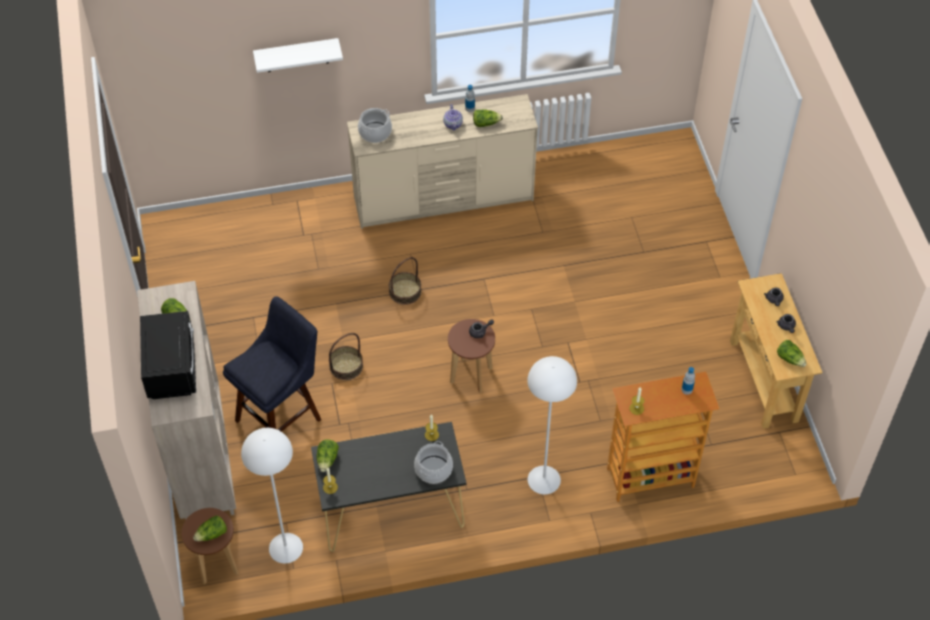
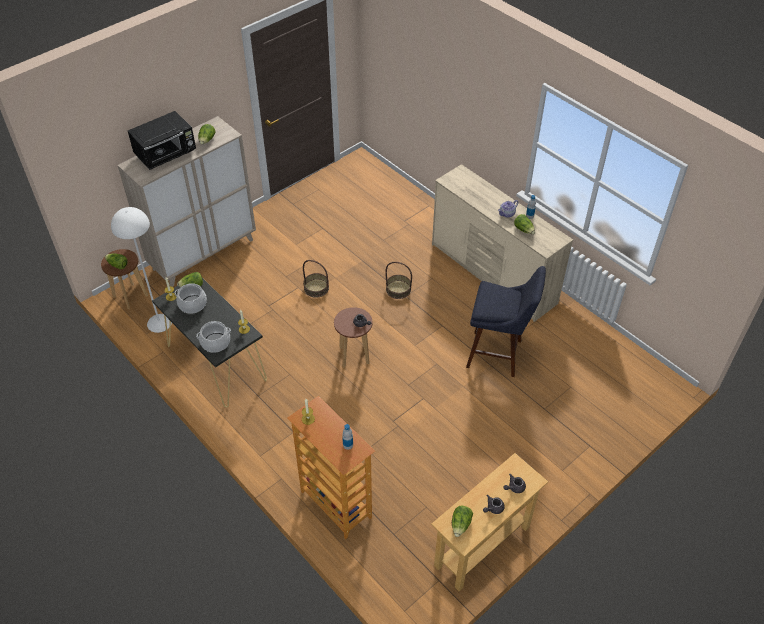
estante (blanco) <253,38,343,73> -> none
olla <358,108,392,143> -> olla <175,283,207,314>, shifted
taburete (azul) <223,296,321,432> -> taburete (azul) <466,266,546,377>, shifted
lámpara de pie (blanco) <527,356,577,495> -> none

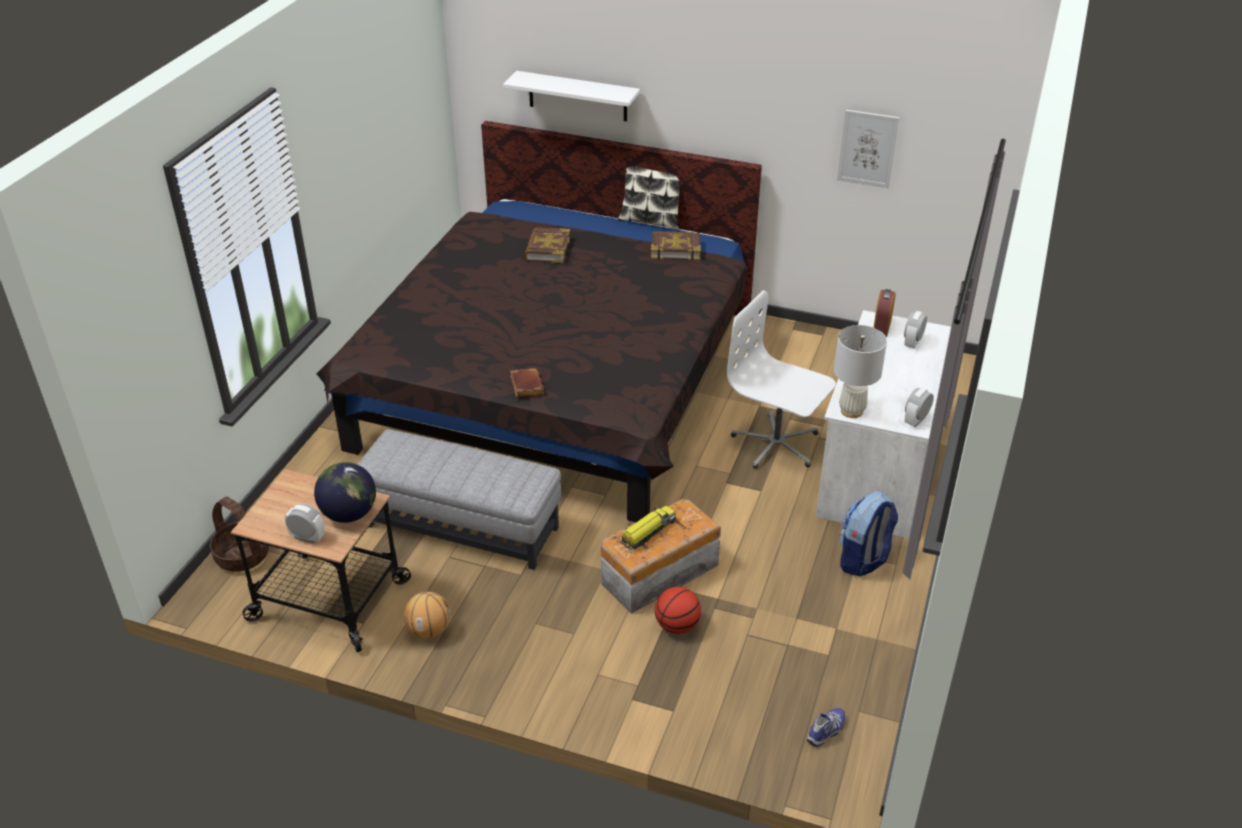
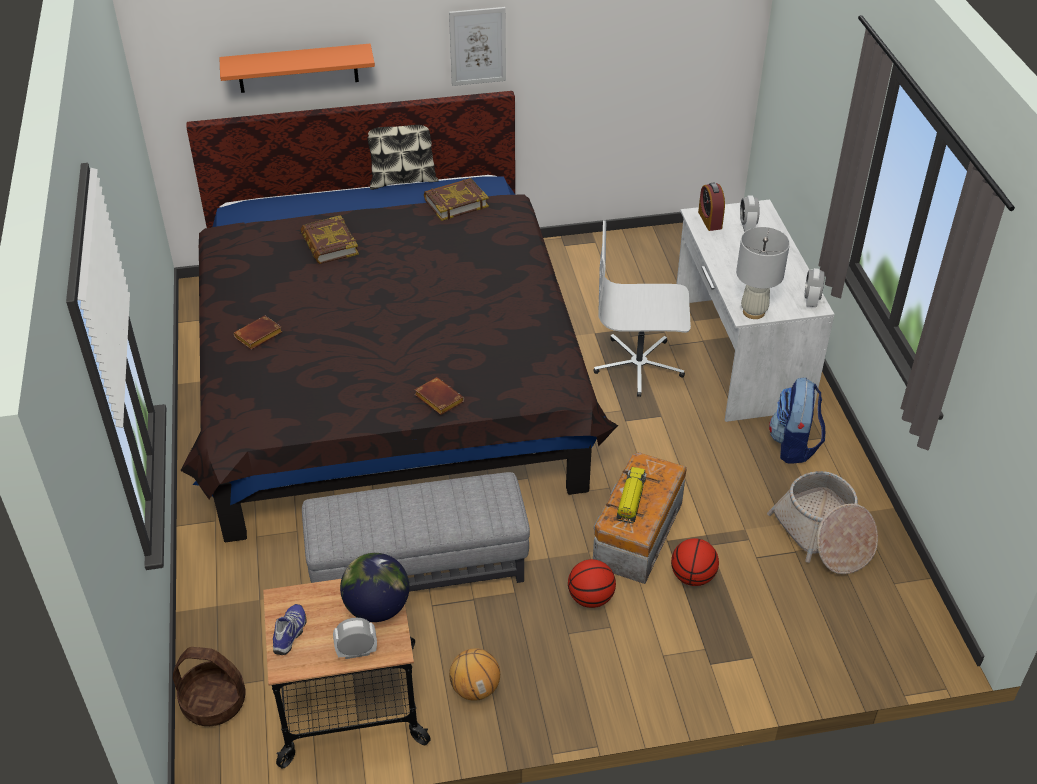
estante (blanco) <503,71,640,121> -> estante (naranja) <219,44,375,93>
cuadro <837,110,899,188> -> cuadro <449,7,506,86>, shifted
zapato <807,708,845,747> -> zapato <273,604,307,655>, shifted
none -> libro (marrón) <234,315,282,350>
none -> cesta <767,471,878,574>
none -> balón de baloncesto <568,559,616,608>

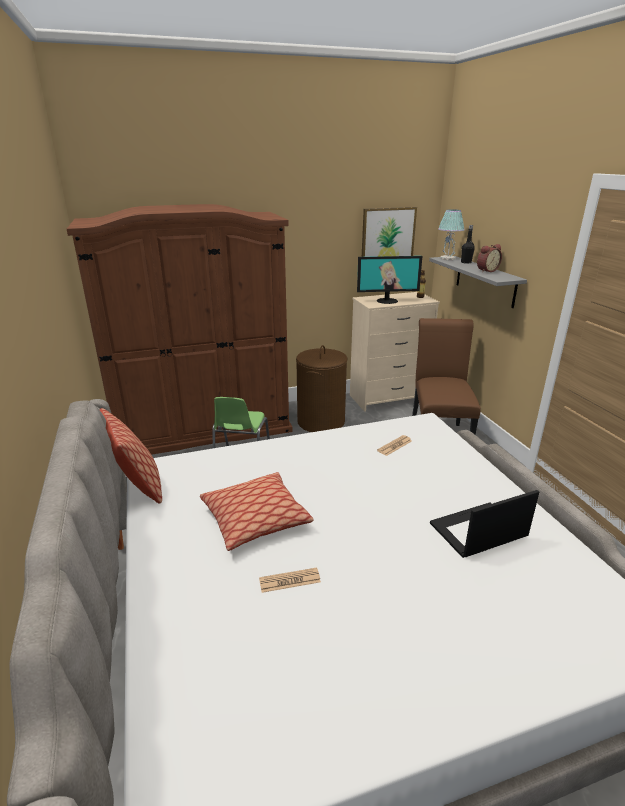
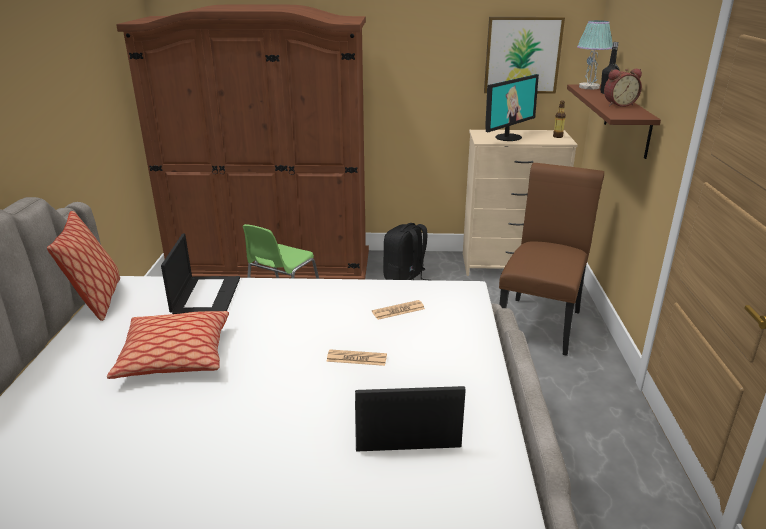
monitor <357,256,422,304> -> monitor <485,74,539,141>, 60 degrees counterclockwise
estante (gris) <429,256,527,308> -> estante (marrón) <567,84,661,159>
cesto de la ropa (marrón) <296,345,348,432> -> mochila (negro) <383,223,427,280>
periódico <259,568,321,593> -> periódico <326,349,387,366>, shifted
none -> portátil <161,234,240,314>

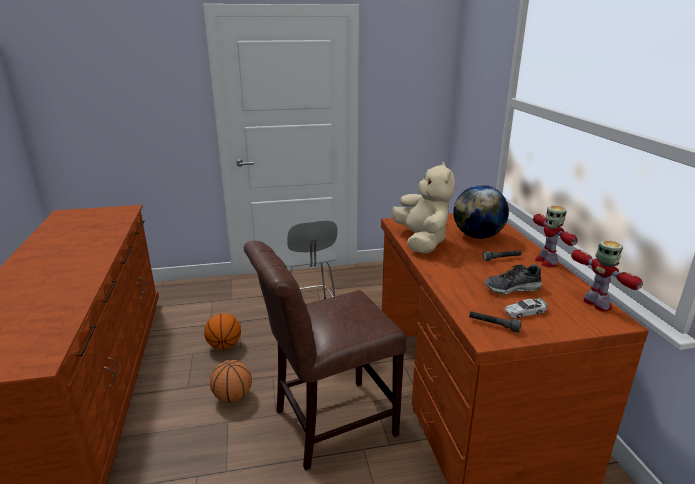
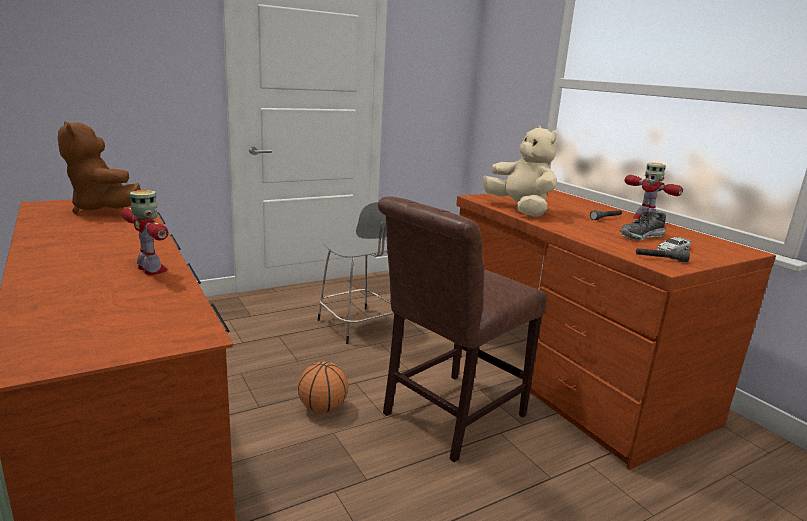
globo terráqueo <453,185,509,239> -> none
robot de juguete <571,240,643,312> -> robot de juguete <122,190,168,275>, shifted
balón de baloncesto <204,313,241,350> -> none
none -> peluche (marrón) <58,121,141,214>

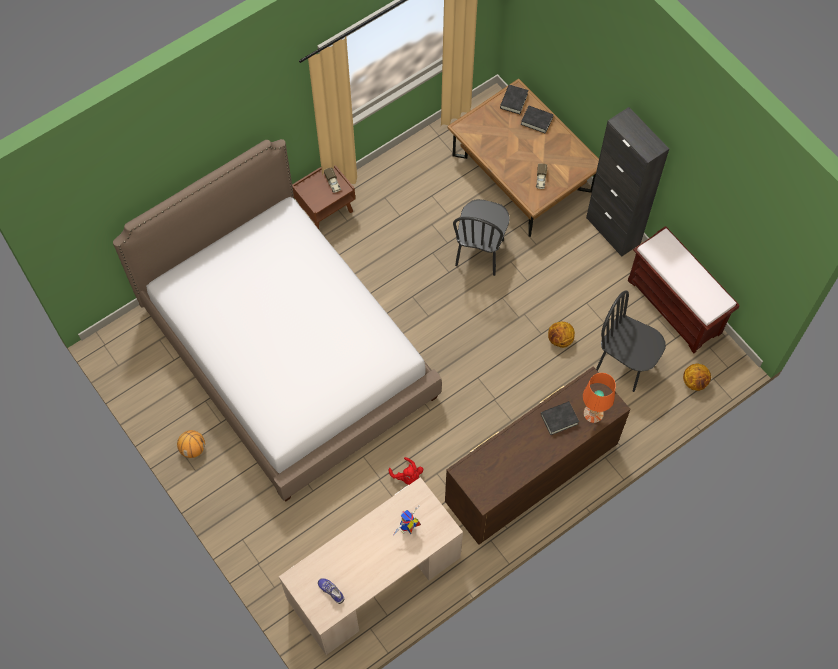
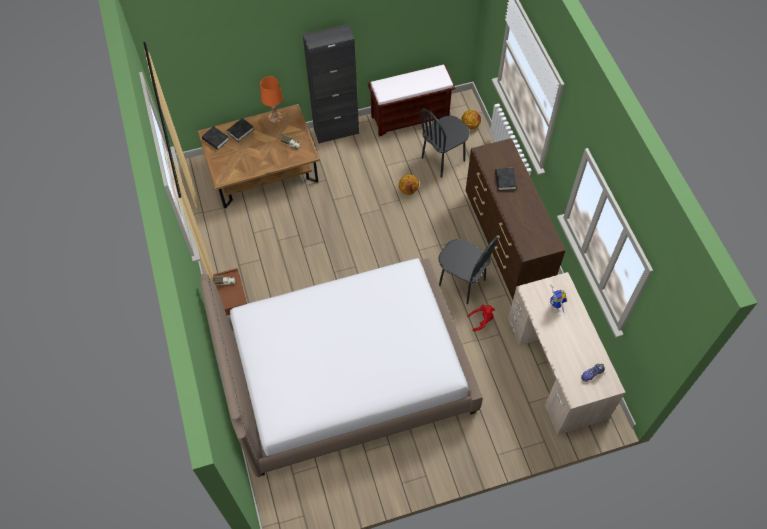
silla (negro) <453,199,510,276> -> silla (negro) <438,237,498,304>, shifted
lámpara de mesa (naranja) <583,373,616,423> -> lámpara de mesa (naranja) <260,76,283,123>, shifted
balón de baloncesto <177,430,205,458> -> none

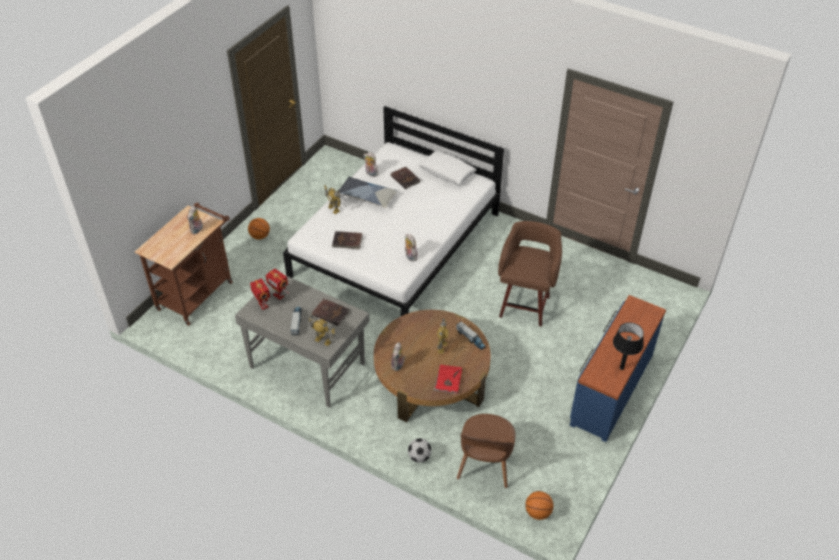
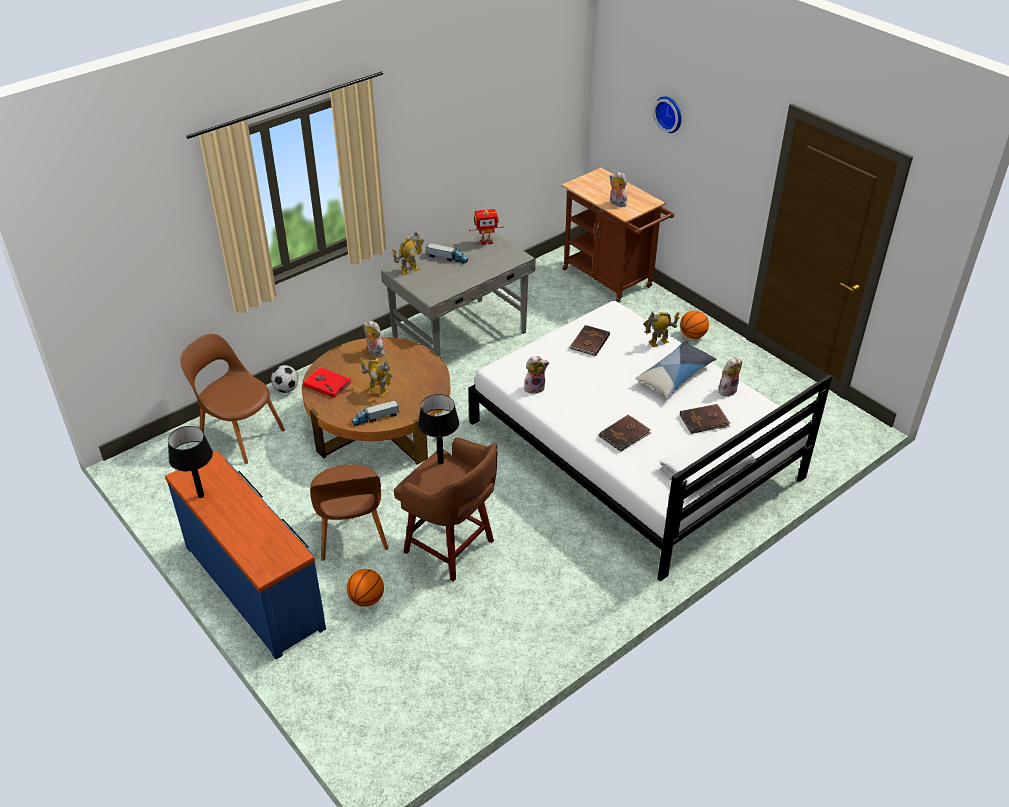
robot de juguete <266,268,289,300> -> none
libro (marrón) <312,298,350,326> -> libro (marrón) <599,415,651,452>, shifted
balón de baloncesto <525,491,554,520> -> balón de baloncesto <347,569,384,607>, shifted
none -> reloj de pared <653,96,682,133>
none -> lámpara de mesa (negro) <418,394,459,464>
none -> silla (marrón) <310,464,388,561>

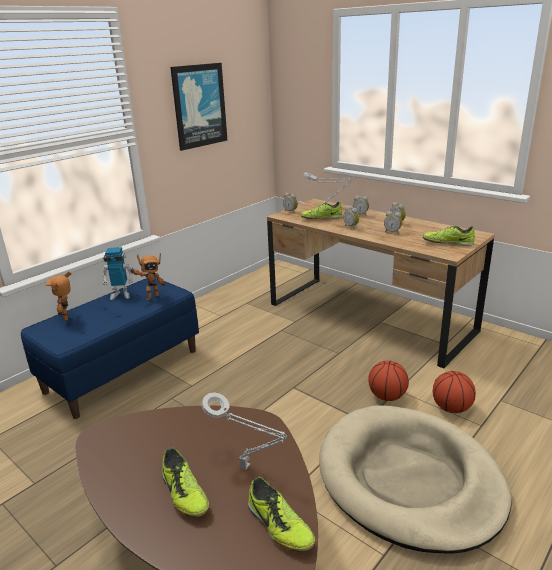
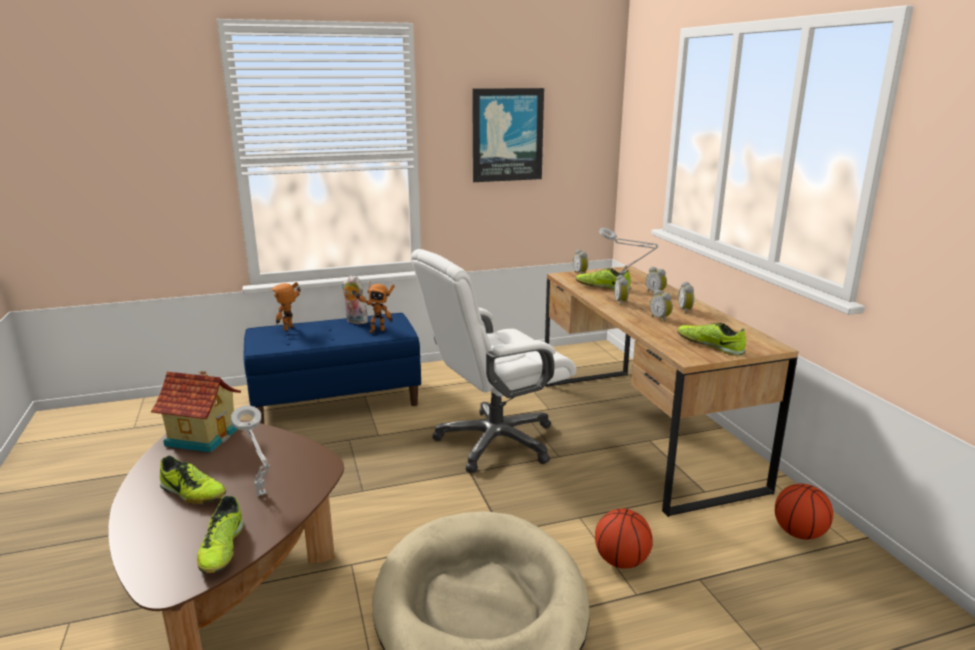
robot de juguete <103,247,133,300> -> peluche <342,276,368,324>
balón de baloncesto <368,361,409,401> -> balón de baloncesto <775,484,833,540>, shifted
zapato <162,448,209,518> -> zapato <160,455,226,503>, 60 degrees counterclockwise
none -> silla de oficina (blanco) <411,249,576,473>
none -> casita <151,371,241,453>

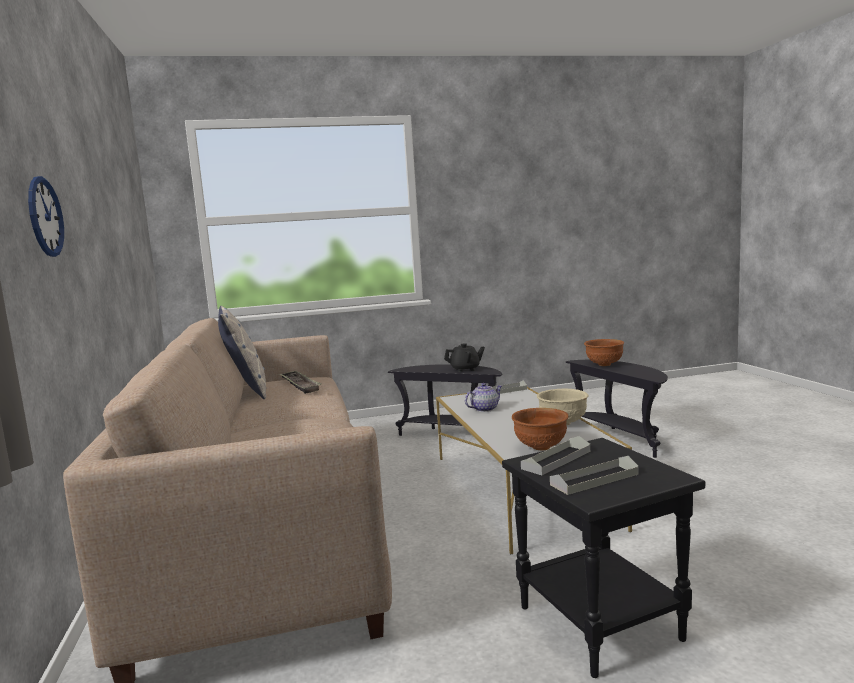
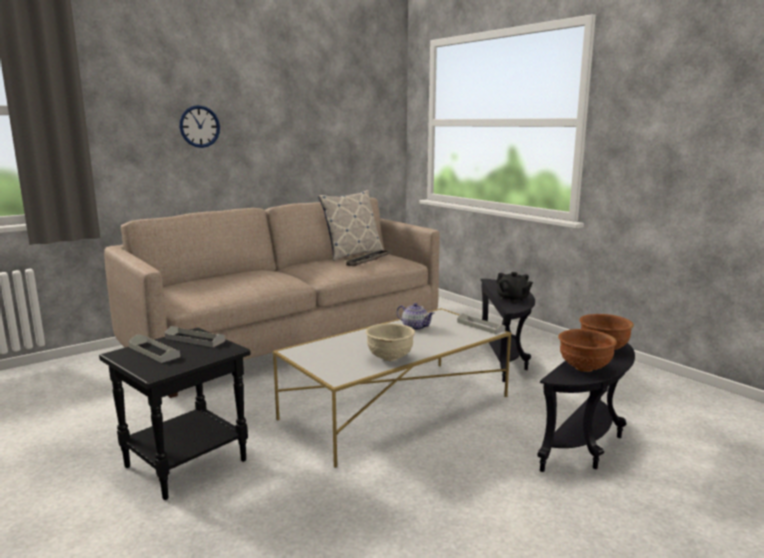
cuenco (marrón) <512,408,569,450> -> cuenco (marrón) <558,329,617,372>, shifted

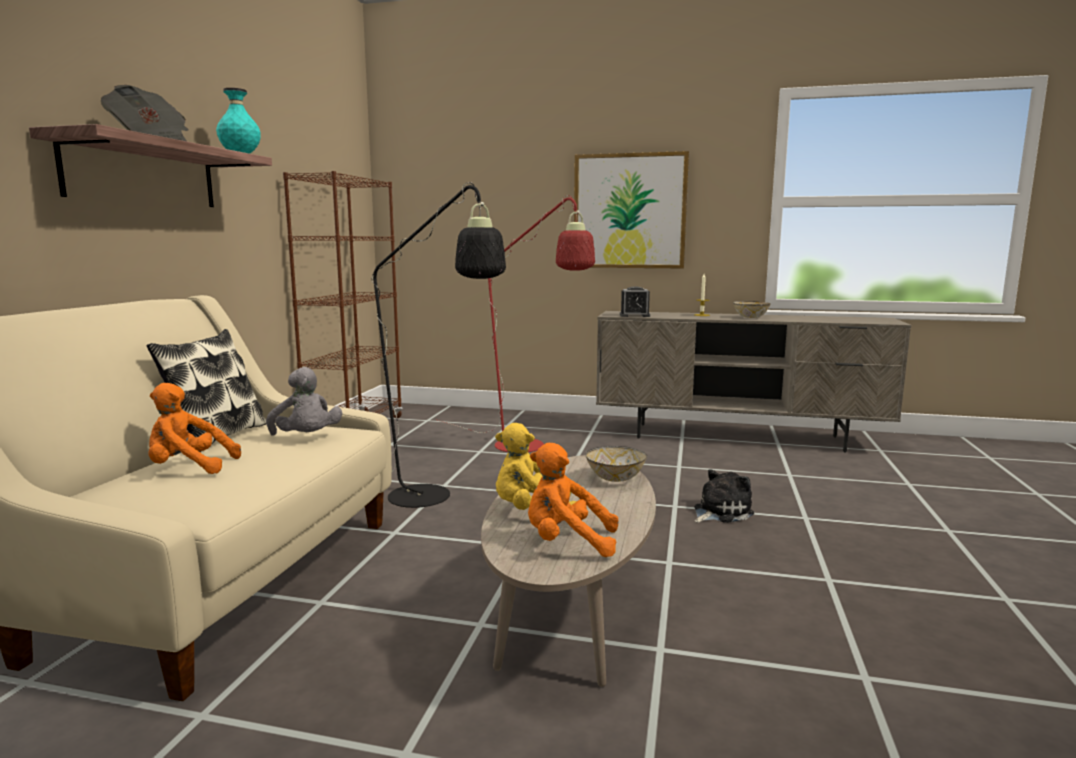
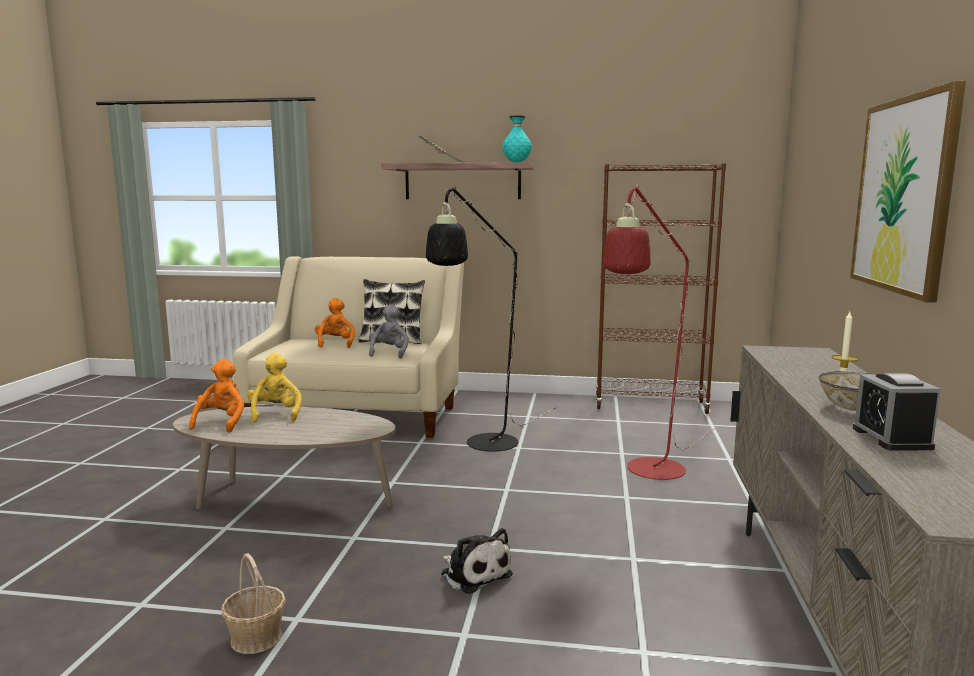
despertador <620,286,650,317> -> despertador <853,373,941,451>, shifted
peluche (gris) <266,367,342,435> -> peluche (gris) <369,305,409,359>, 135 degrees clockwise
cuenco <585,446,647,482> -> none
none -> cesta <221,553,286,654>

